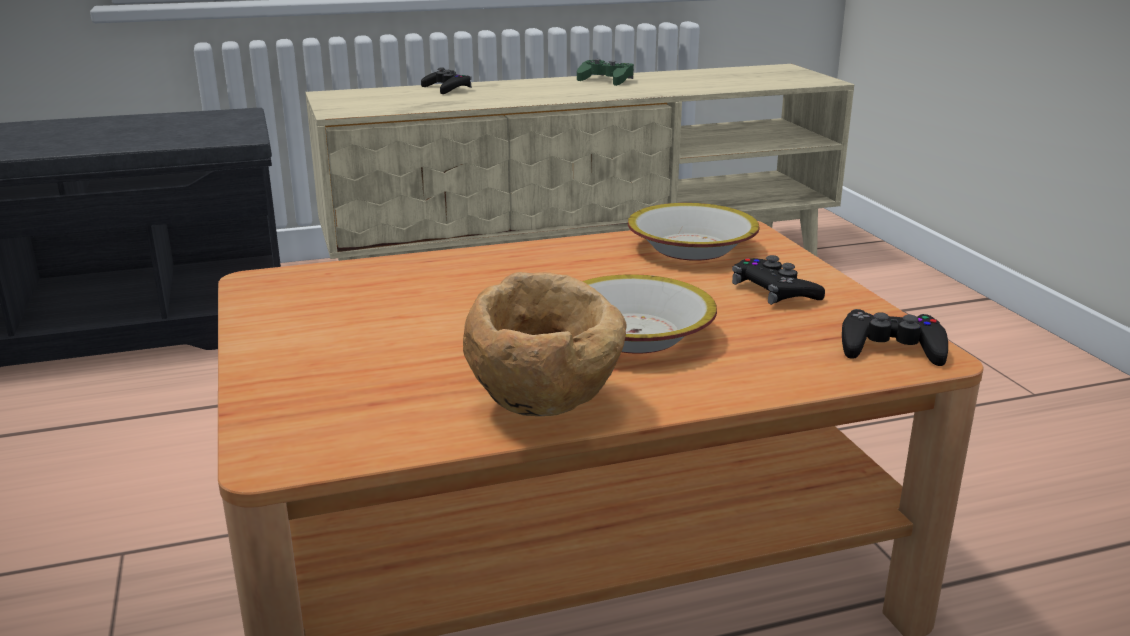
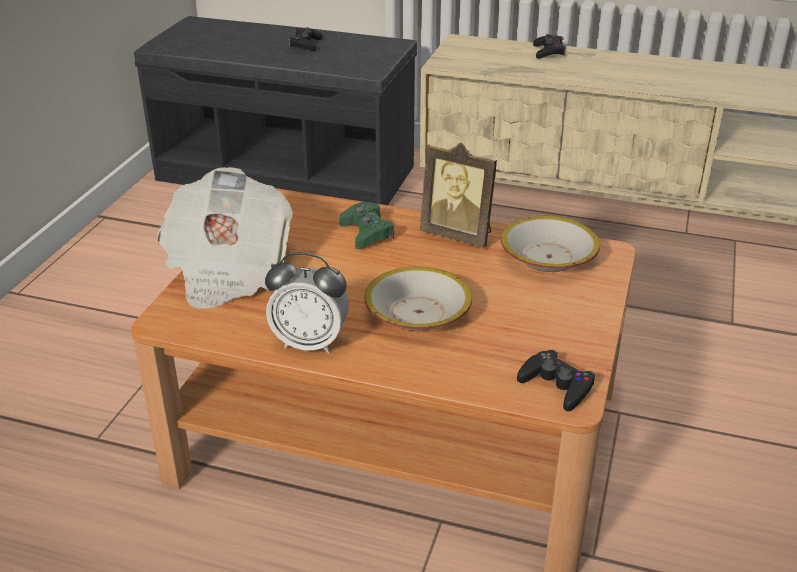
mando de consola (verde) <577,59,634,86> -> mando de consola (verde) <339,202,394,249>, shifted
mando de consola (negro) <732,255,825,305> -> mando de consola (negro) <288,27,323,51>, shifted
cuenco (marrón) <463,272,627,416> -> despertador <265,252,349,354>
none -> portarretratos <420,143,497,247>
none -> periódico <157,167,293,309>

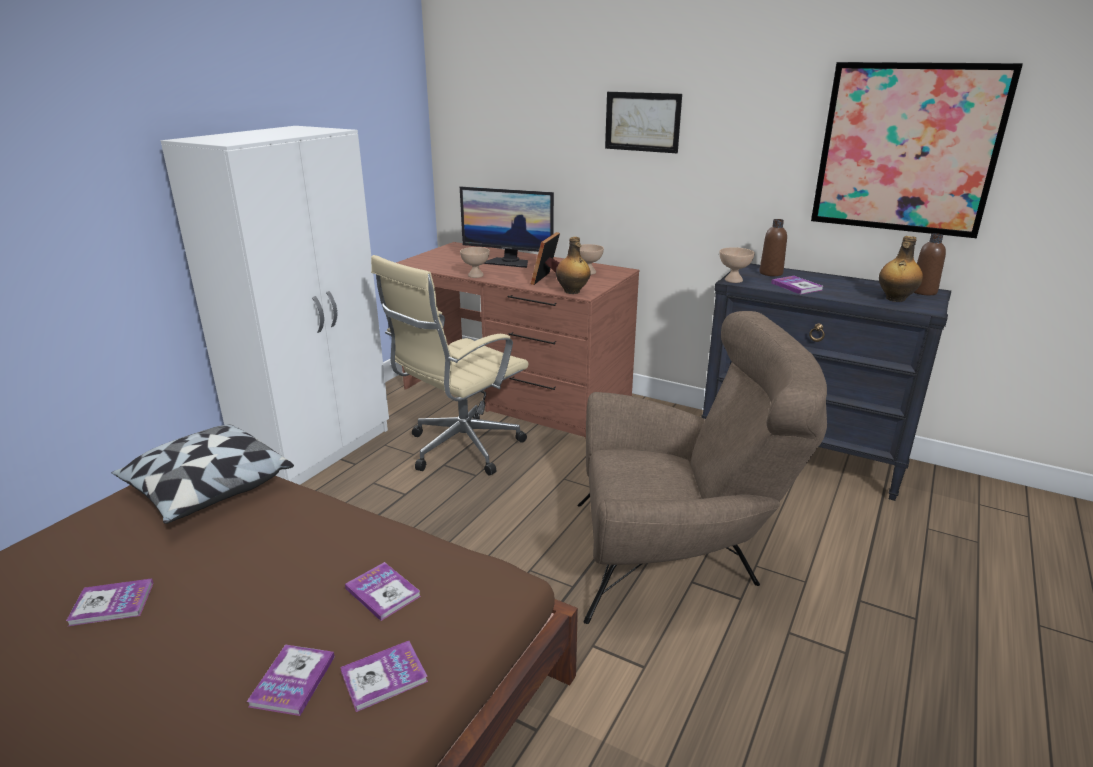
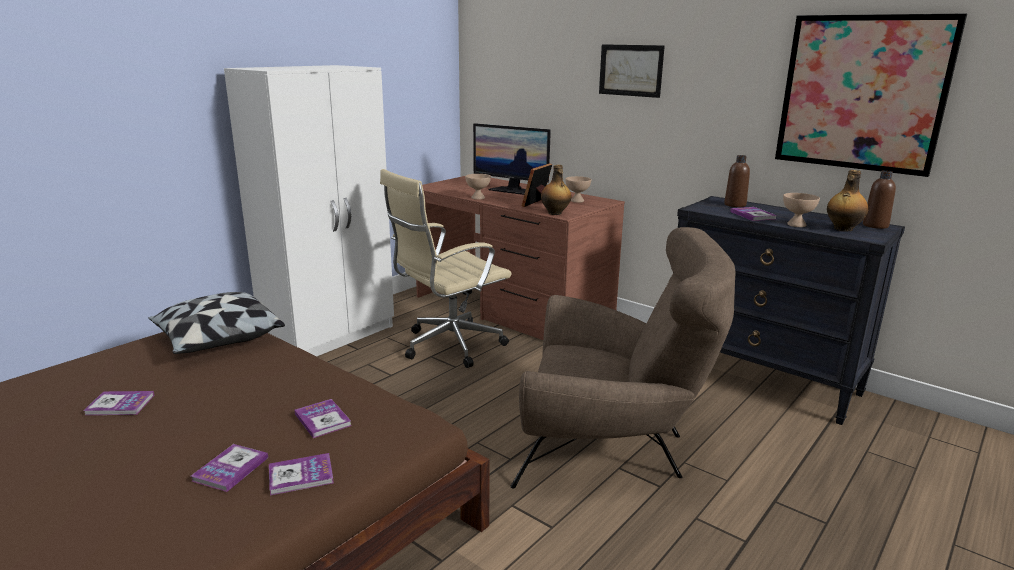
cuenco (beis) <720,247,755,283> -> cuenco (beis) <783,193,820,227>, shifted

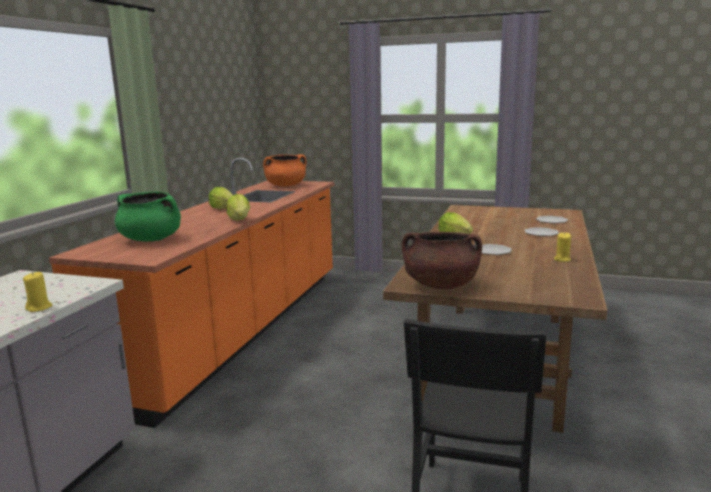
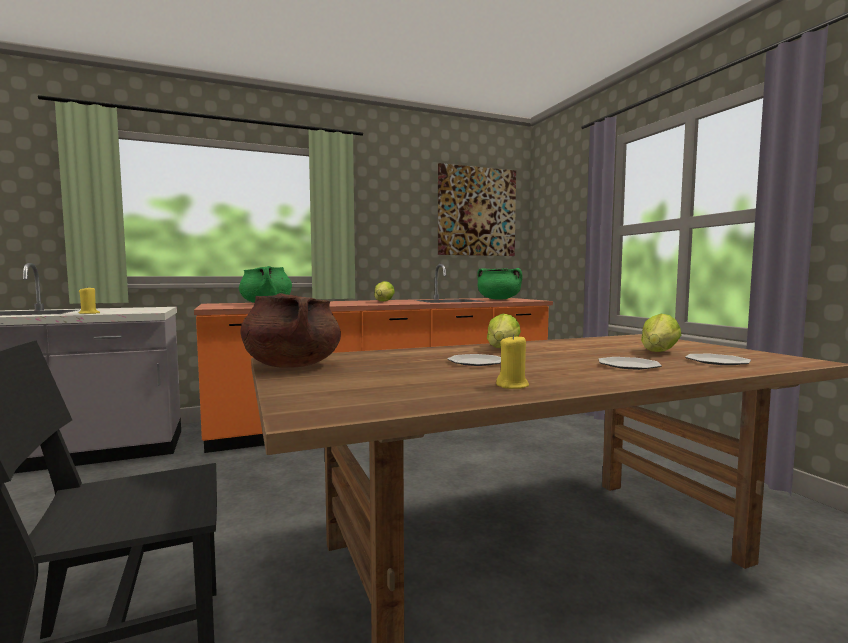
olla (naranja) <263,154,306,186> -> olla (verde) <477,268,522,300>
lechuga <227,194,250,221> -> lechuga <641,314,681,352>, shifted
none -> cuadro <438,163,516,256>

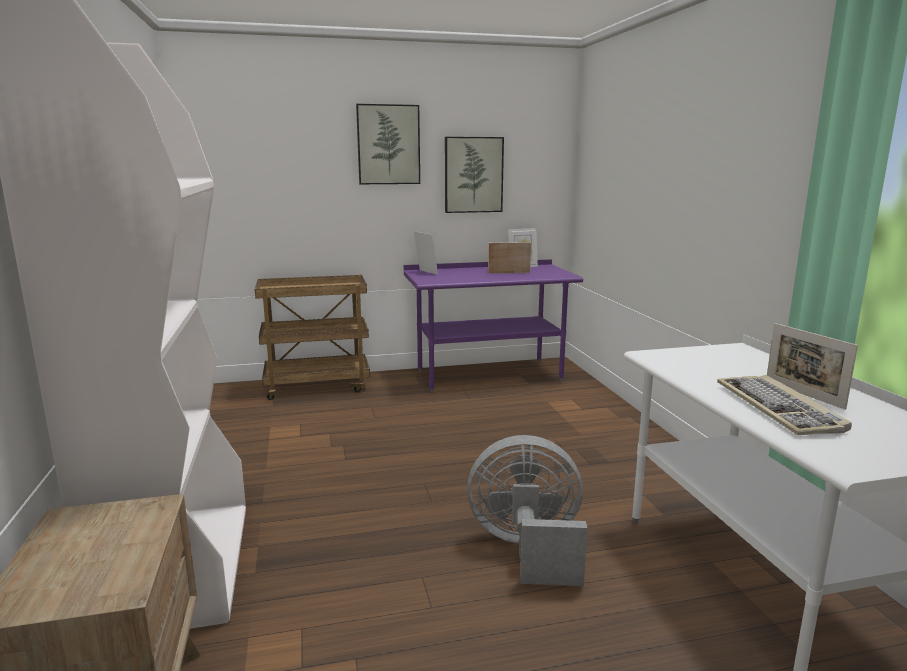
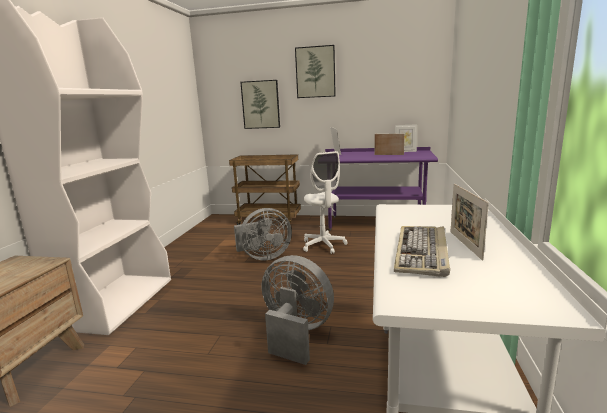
cuadro <445,137,504,213> -> cuadro <240,80,280,129>, shifted
none -> silla de oficina (blanco) <303,151,348,254>
none -> ventilador (gris) <234,208,292,261>

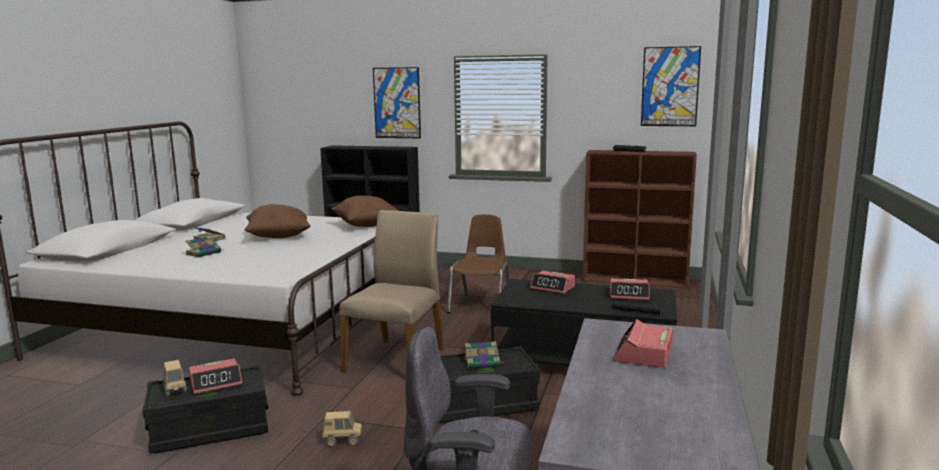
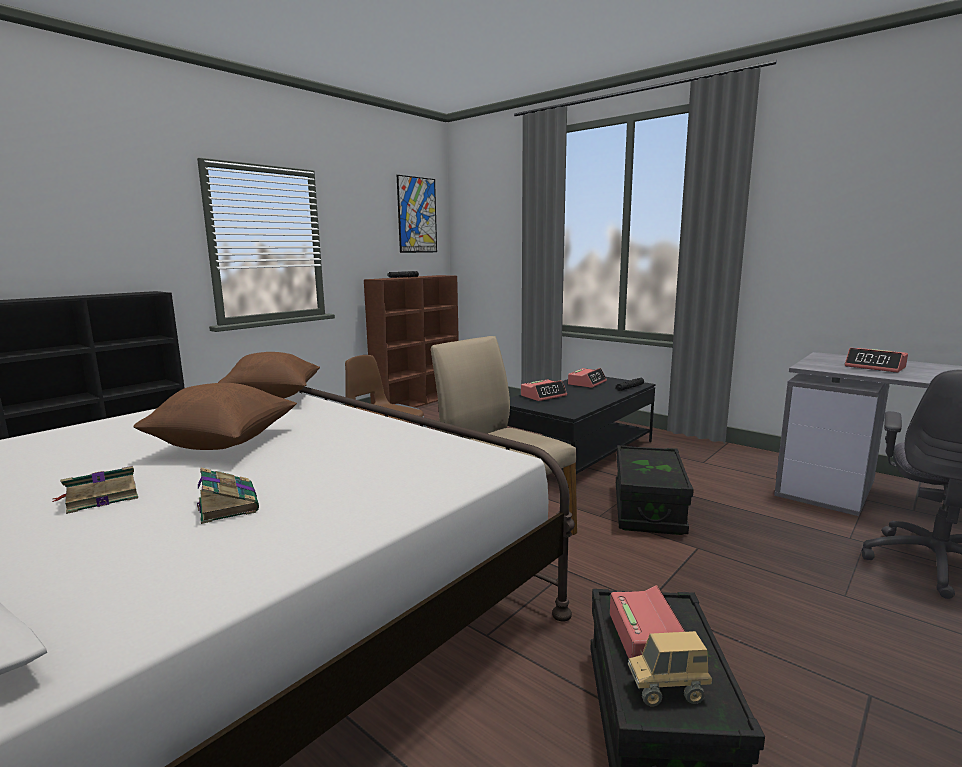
cuadro <373,67,421,138> -> none
libro <465,342,505,369> -> none
camión de juguete <322,411,362,447> -> none

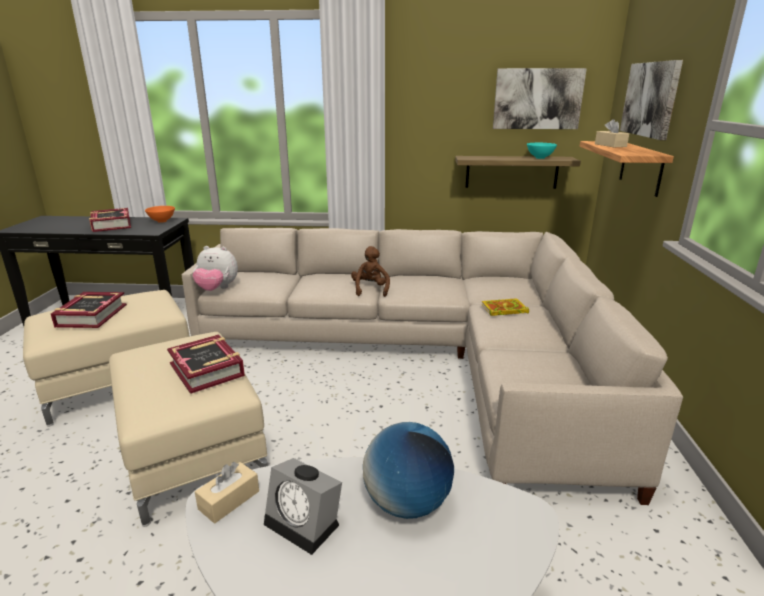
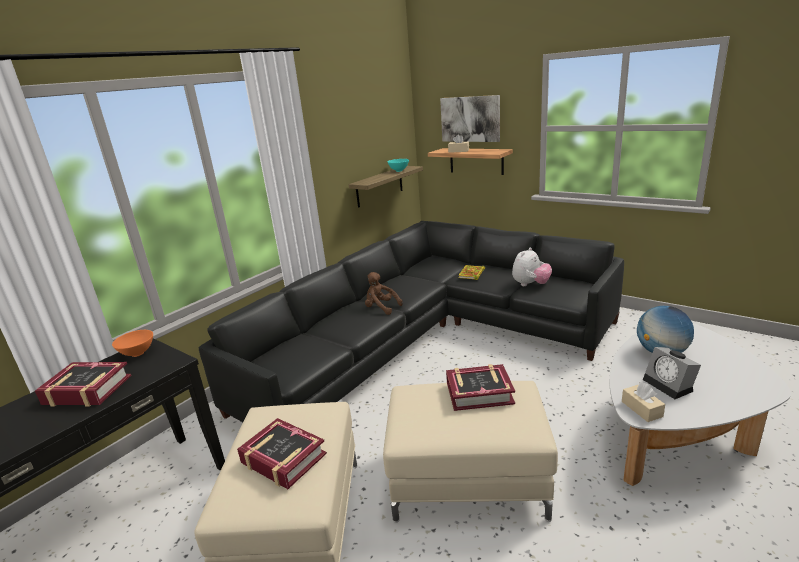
cuadro <493,68,587,129> -> none
sofá (beis) <182,228,683,505> -> sofá (negro) <199,221,624,422>
peluche <192,246,238,291> -> peluche <512,247,552,286>, shifted
despertador <264,458,342,555> -> despertador <643,347,701,399>, 90 degrees clockwise

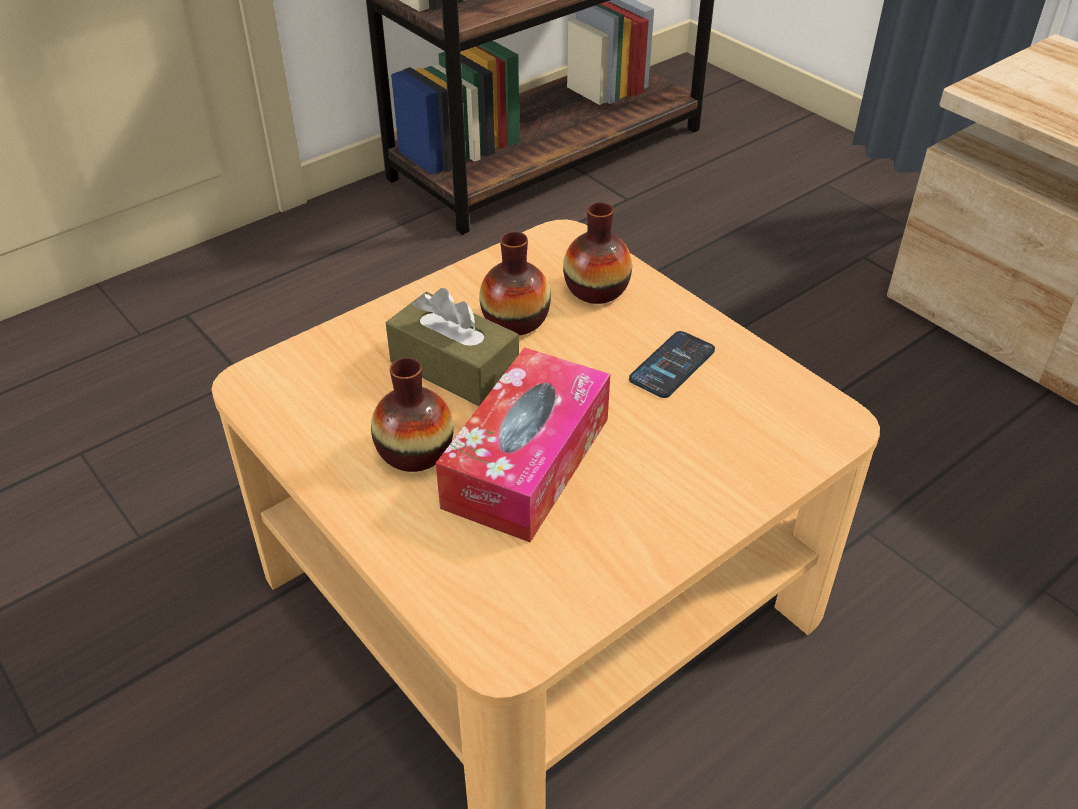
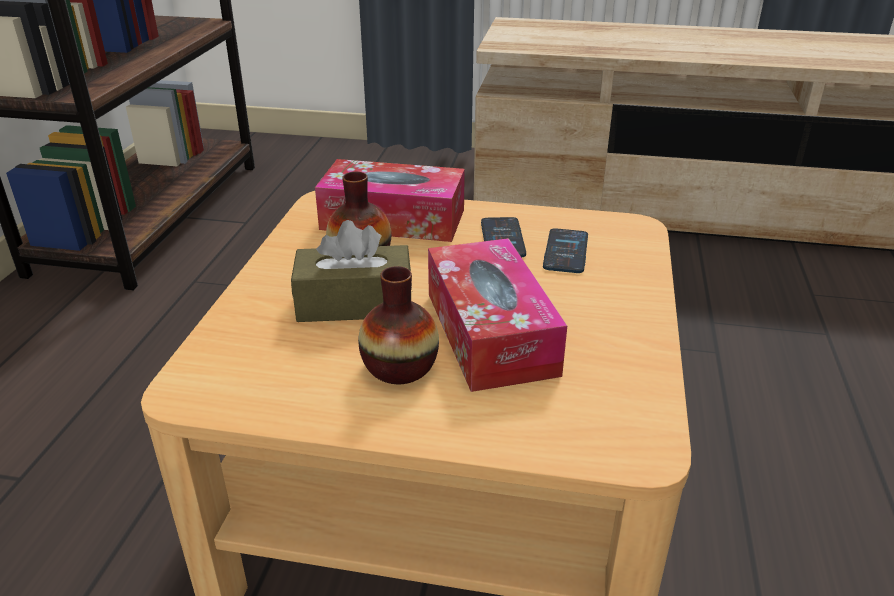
florero <563,202,632,304> -> caja de pañuelos <315,159,465,242>
none -> móvil <543,228,588,273>

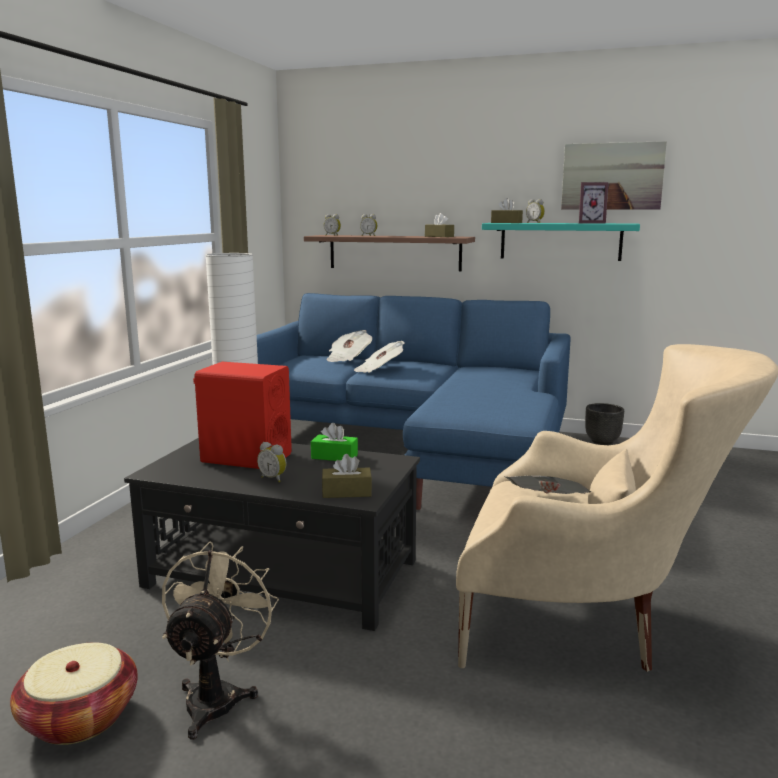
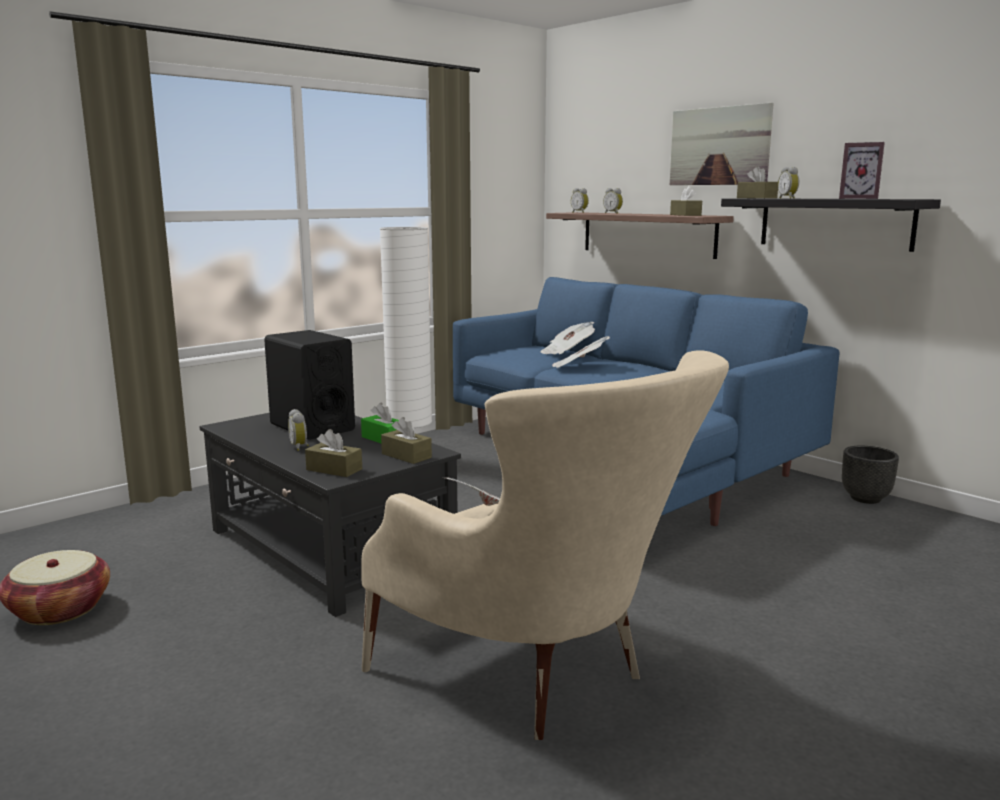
cuadro <561,141,667,209> -> cuadro <670,103,774,185>, shifted
estante (turquesa) <482,223,640,261> -> estante (negro) <721,198,941,252>
altavoz (rojo) <193,362,292,469> -> altavoz (negro) <264,330,355,440>
ventilador (beis) <162,541,279,740> -> none
none -> caja de pañuelos (marrón) <381,417,432,464>

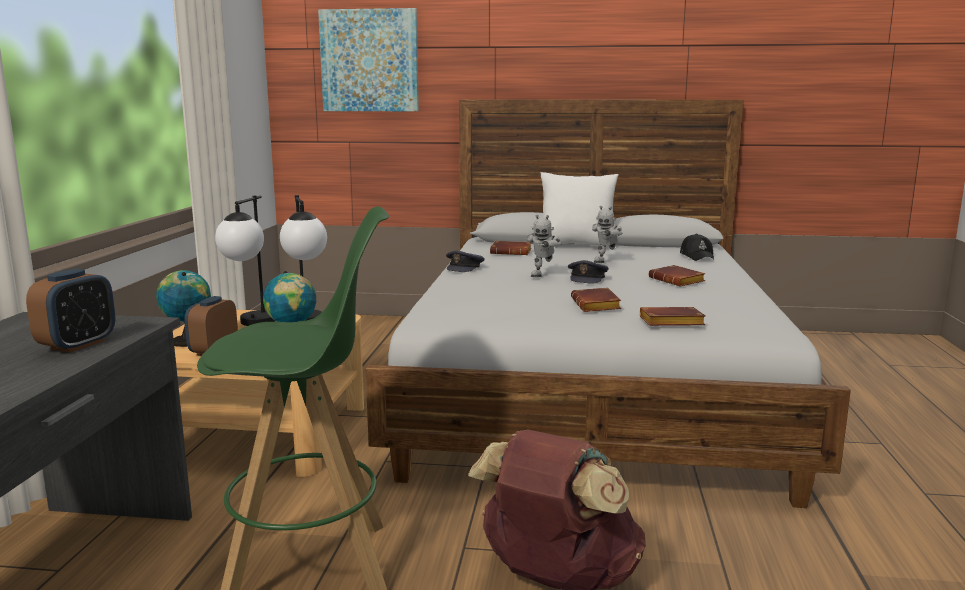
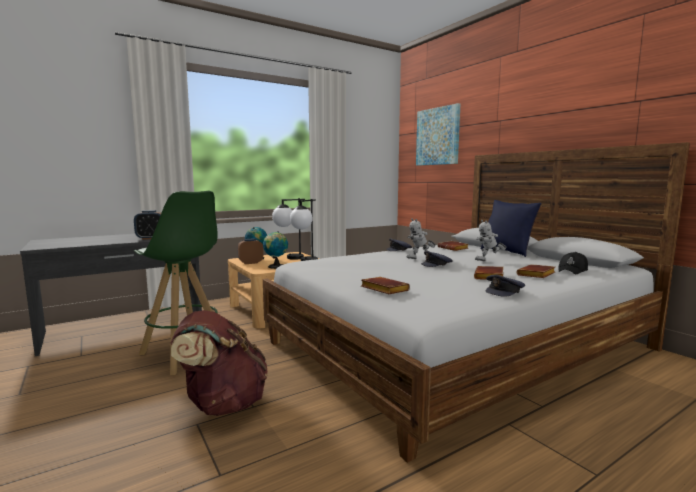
cojín (blanco) <541,172,619,249> -> cojín (azul) <481,200,542,257>
libro (marrón) <571,287,621,312> -> libro (marrón) <517,264,555,278>, shifted
none -> gorra (gris) <486,275,525,297>

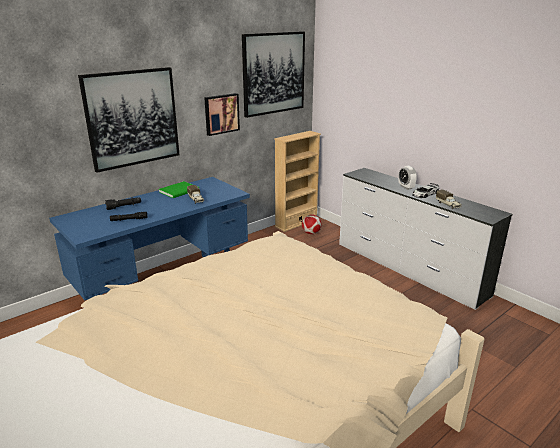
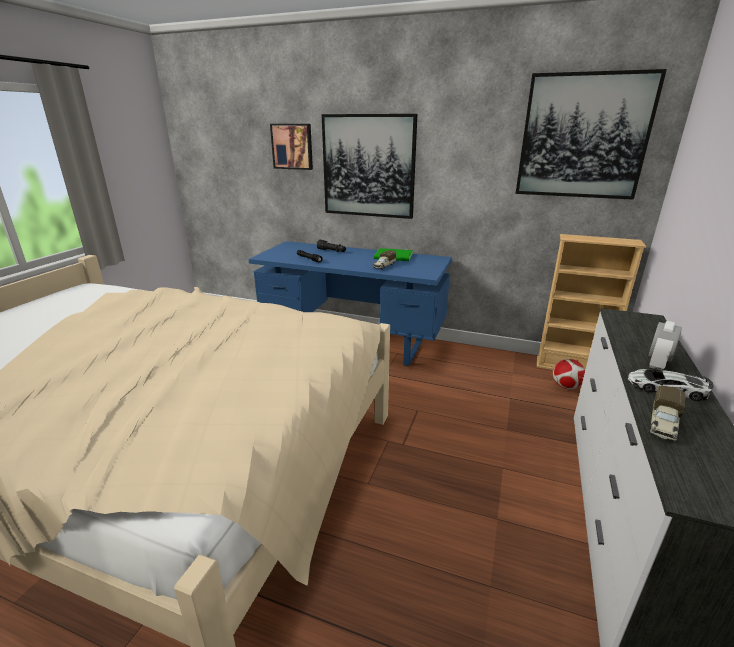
cuadro <204,93,240,136> -> cuadro <270,124,313,170>, shifted

